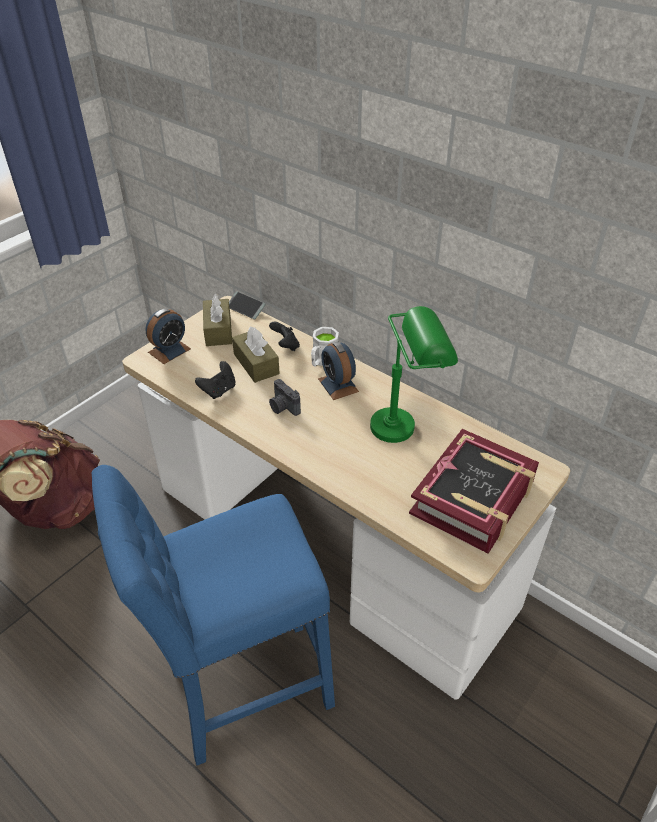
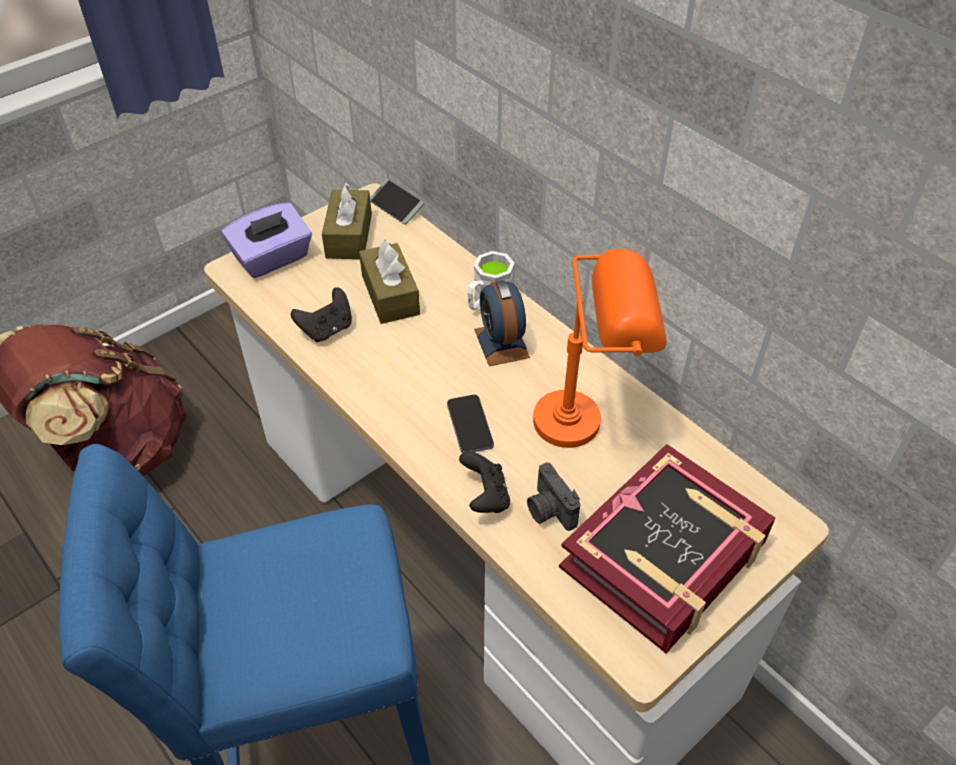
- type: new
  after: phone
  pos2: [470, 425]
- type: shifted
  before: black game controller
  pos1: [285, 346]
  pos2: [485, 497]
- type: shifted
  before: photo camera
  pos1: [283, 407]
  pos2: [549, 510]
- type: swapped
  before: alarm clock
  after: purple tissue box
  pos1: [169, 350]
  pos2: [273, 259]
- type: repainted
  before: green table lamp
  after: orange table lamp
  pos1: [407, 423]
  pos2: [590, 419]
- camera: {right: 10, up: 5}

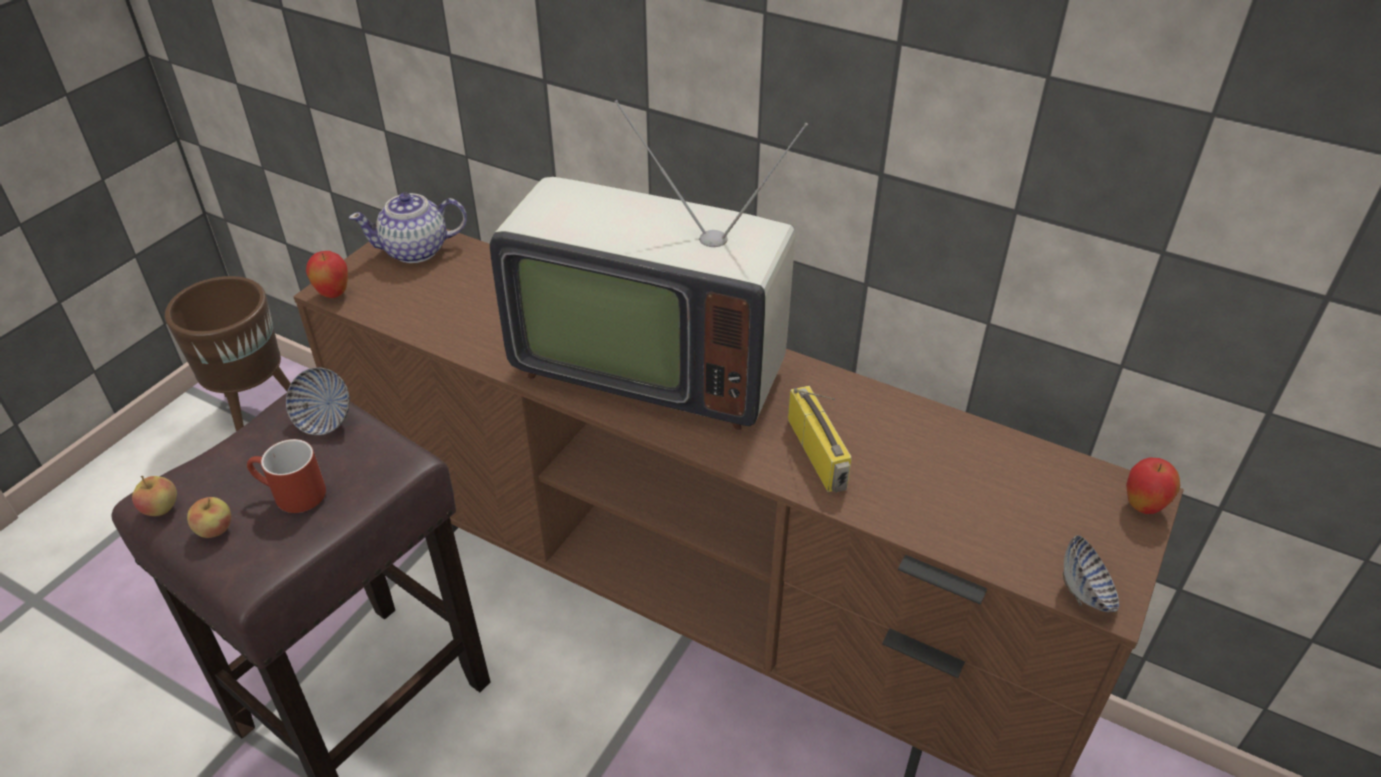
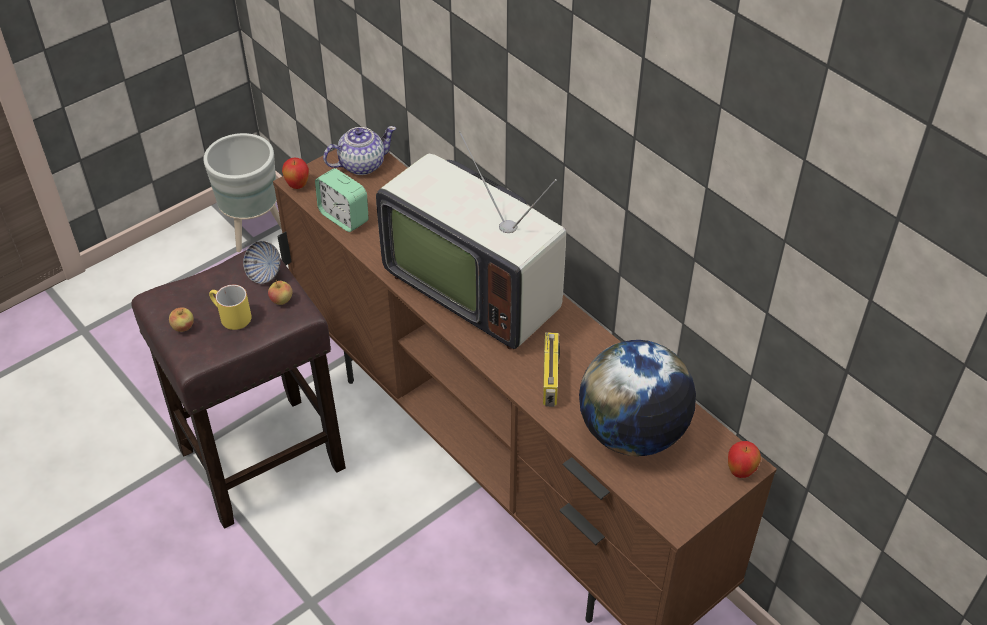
- type: gone
  before: bowl
  pos1: [1085, 593]
- type: new
  after: alarm clock
  pos2: [344, 217]
- type: new
  after: globe
  pos2: [632, 433]
- type: shifted
  before: apple
  pos1: [161, 509]
  pos2: [281, 300]
- type: repainted
  before: brown planter
  after: grey planter
  pos1: [254, 410]
  pos2: [252, 232]
- type: repainted
  before: red mug
  after: yellow mug
  pos1: [290, 495]
  pos2: [230, 317]
- type: rotated
  before: teapot
  pos1: [416, 250]
  pos2: [361, 165]
  turn: 150
- camera: {right: 20, up: 5}

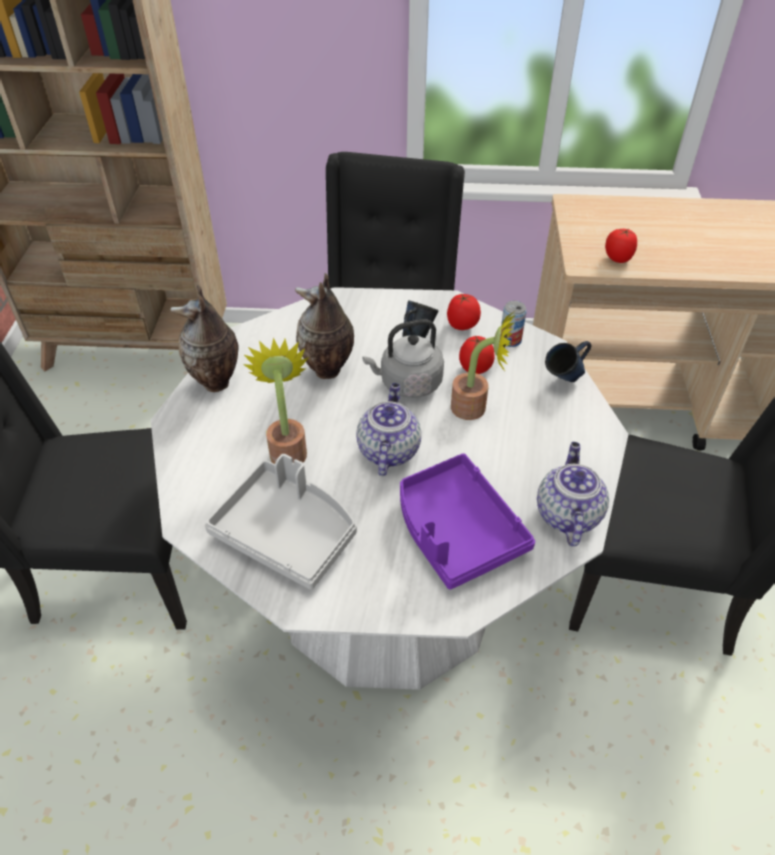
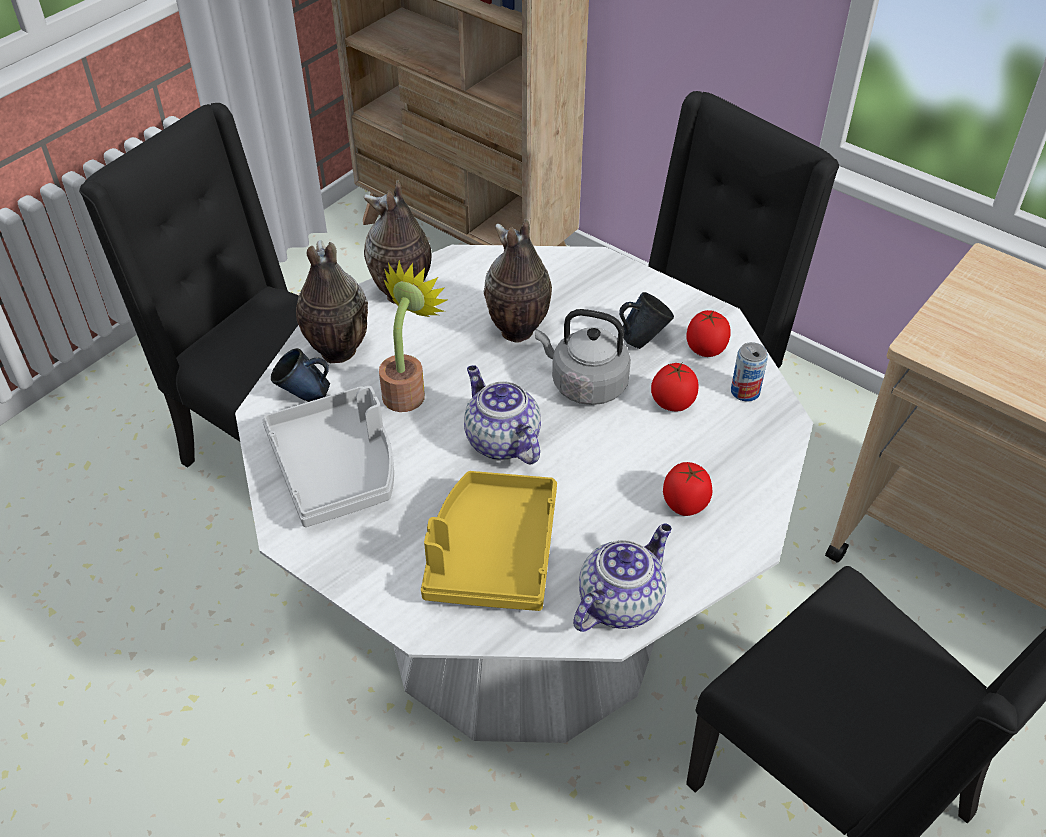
- type: gone
  before: potted plant
  pos1: [475, 408]
- type: new
  after: vase
  pos2: [337, 353]
- type: shifted
  before: blue mug
  pos1: [564, 381]
  pos2: [305, 398]
- type: shifted
  before: tomato
  pos1: [617, 258]
  pos2: [685, 504]
- type: repainted
  before: purple tray
  after: yellow tray
  pos1: [456, 531]
  pos2: [491, 553]
- type: rotated
  before: teapot
  pos1: [388, 450]
  pos2: [500, 441]
  turn: -75
- camera: {right: 35, up: 0}

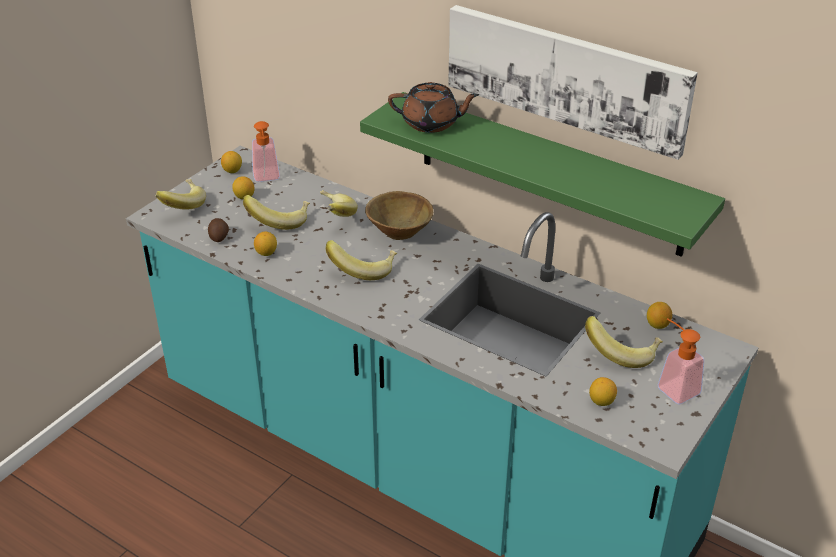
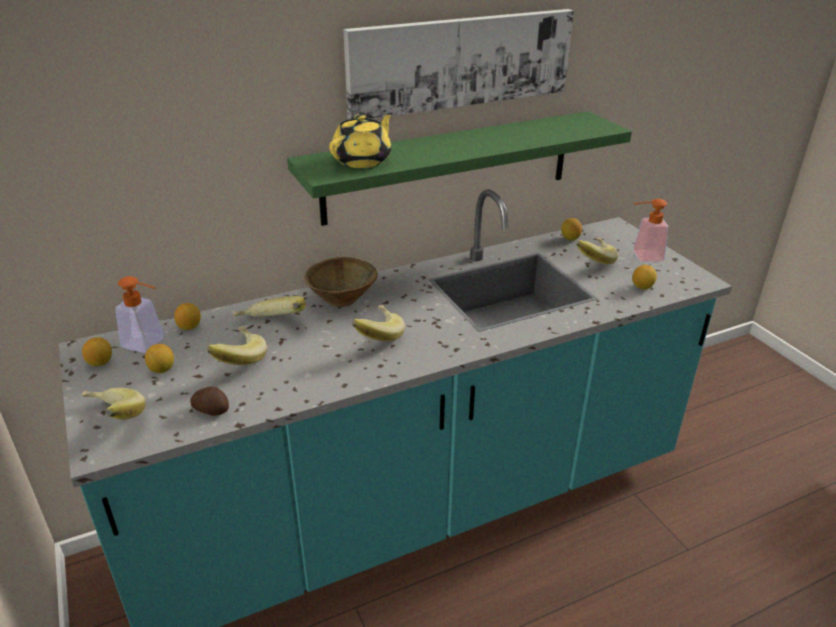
- type: shifted
  before: lemon
  pos1: [266, 253]
  pos2: [189, 327]
- type: repainted
  before: brown teapot
  after: yellow teapot
  pos1: [431, 123]
  pos2: [363, 160]
- camera: {right: -60, up: -5}

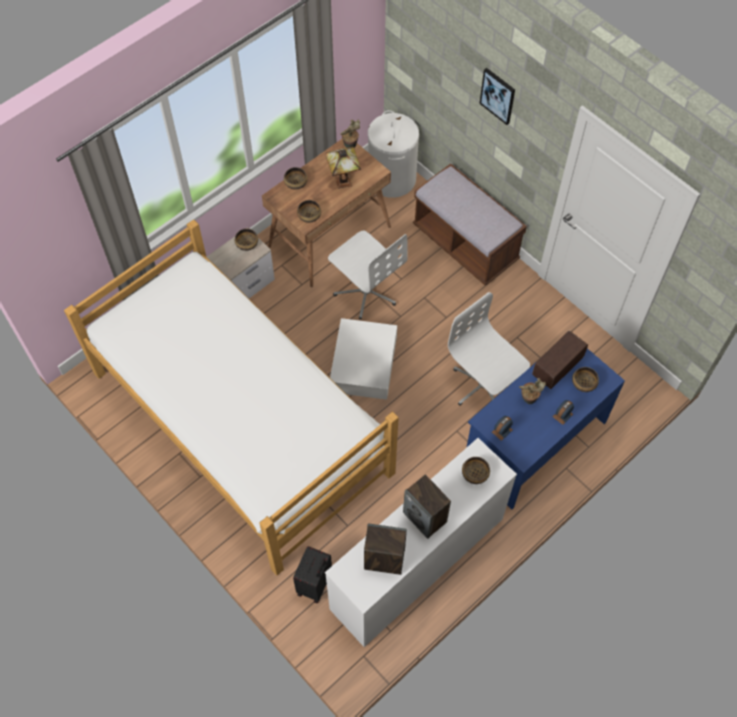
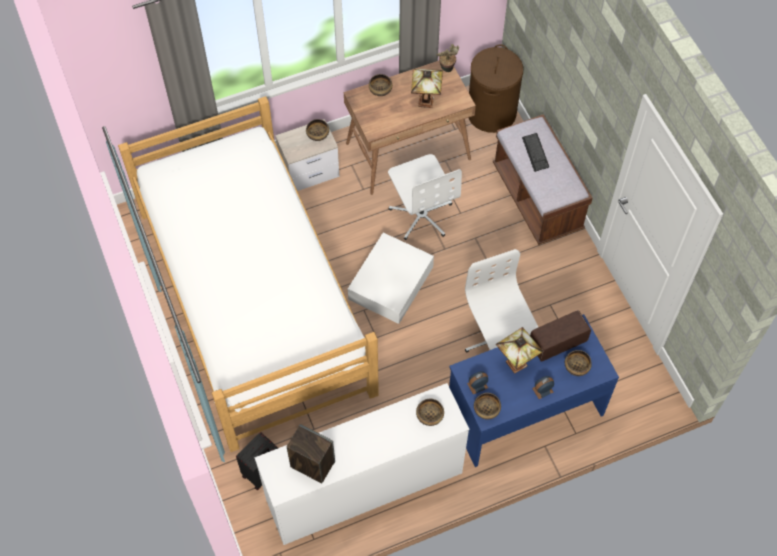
- type: gone
  before: speaker
  pos1: [425, 517]
- type: gone
  before: picture
  pos1: [498, 95]
- type: new
  after: keyboard
  pos2: [535, 153]
- type: shifted
  before: bowl
  pos1: [309, 215]
  pos2: [487, 409]
- type: swapped
  before: potted plant
  after: table lamp
  pos1: [528, 400]
  pos2: [515, 365]
- type: repainted
  before: white laundry basket
  after: brown laundry basket
  pos1: [391, 179]
  pos2: [491, 113]
- camera: {right: 20, up: 0}

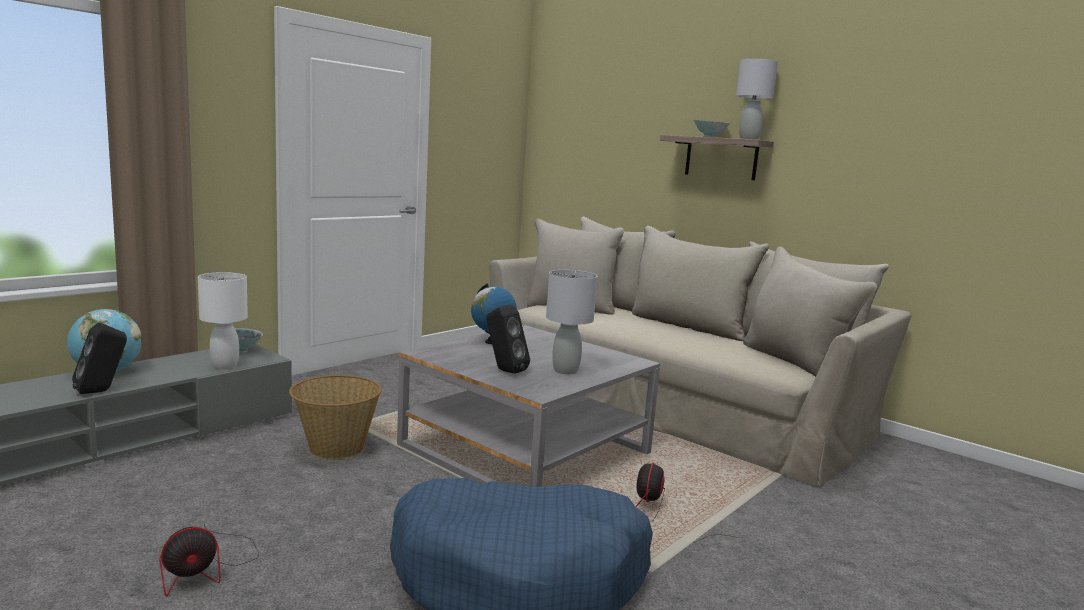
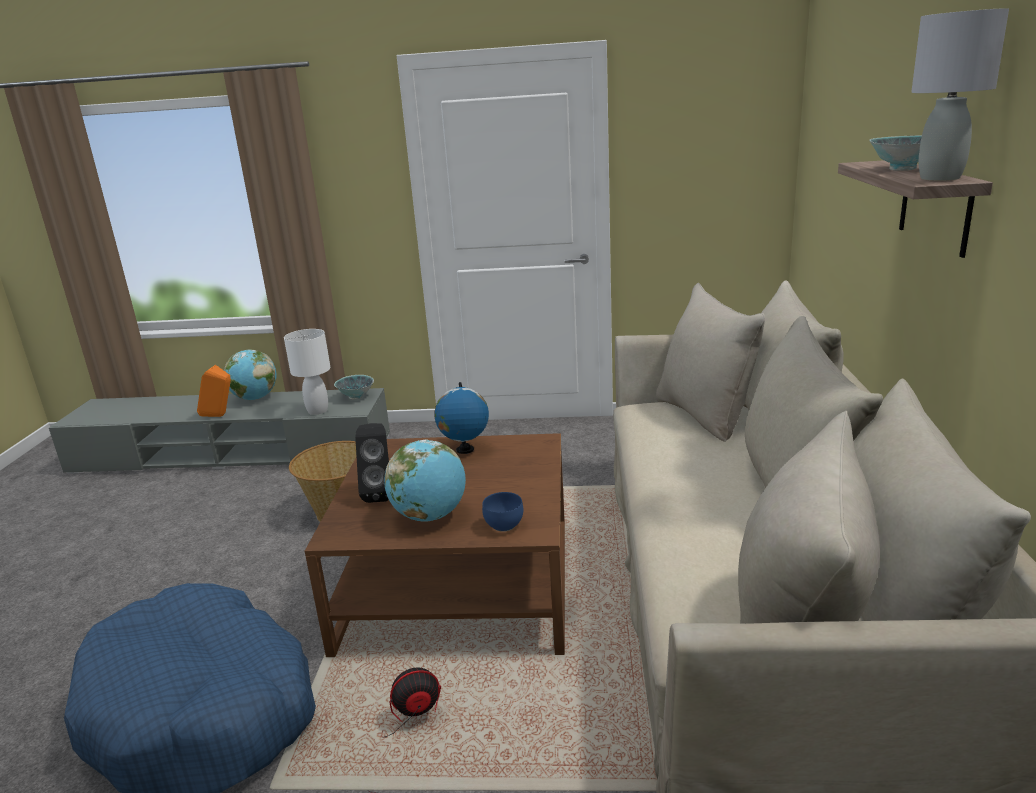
- type: gone
  before: fan
  pos1: [207, 568]
- type: new
  after: blue bowl
  pos2: [503, 526]
- type: swapped
  before: grey table lamp
  after: globe
  pos1: [566, 370]
  pos2: [430, 516]
- type: repainted
  before: black speaker
  after: orange speaker
  pos1: [102, 391]
  pos2: [220, 416]
- type: repainted
  before: grey coffee table
  after: brown coffee table
  pos1: [525, 449]
  pos2: [459, 583]
- camera: {right: 55, up: 10}

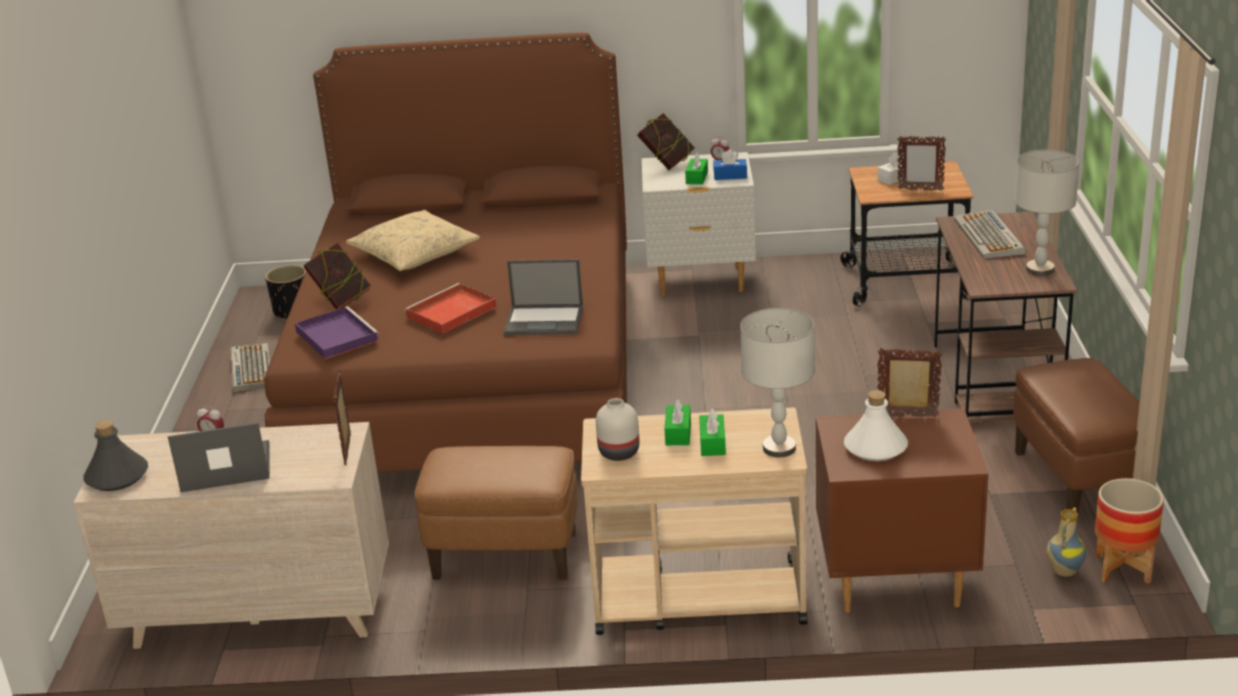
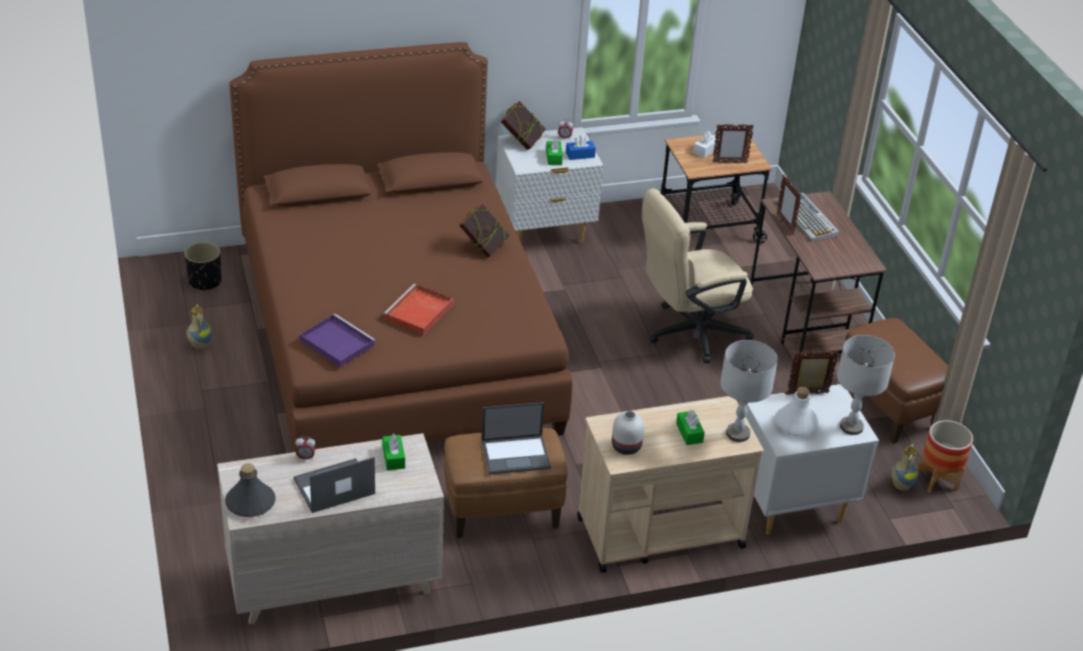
- type: gone
  before: beige pillow
  pos1: [414, 253]
- type: new
  after: beige office chair
  pos2: [688, 333]
- type: shifted
  before: book
  pos1: [341, 301]
  pos2: [483, 248]
- type: shifted
  before: picture frame
  pos1: [348, 450]
  pos2: [785, 224]
- type: shifted
  before: laptop
  pos1: [545, 320]
  pos2: [516, 454]
- type: shifted
  before: green tissue box
  pos1: [678, 433]
  pos2: [393, 458]
- type: shifted
  before: grey table lamp
  pos1: [1039, 269]
  pos2: [851, 427]
- type: swapped
  before: keyboard
  after: vase
  pos1: [250, 368]
  pos2: [199, 345]
- type: repainted
  before: brown nightstand
  after: white nightstand
  pos1: [895, 583]
  pos2: [792, 506]
- camera: {right: -20, up: 10}

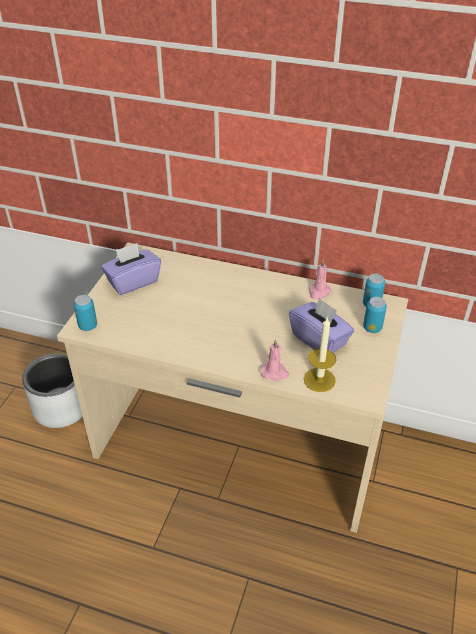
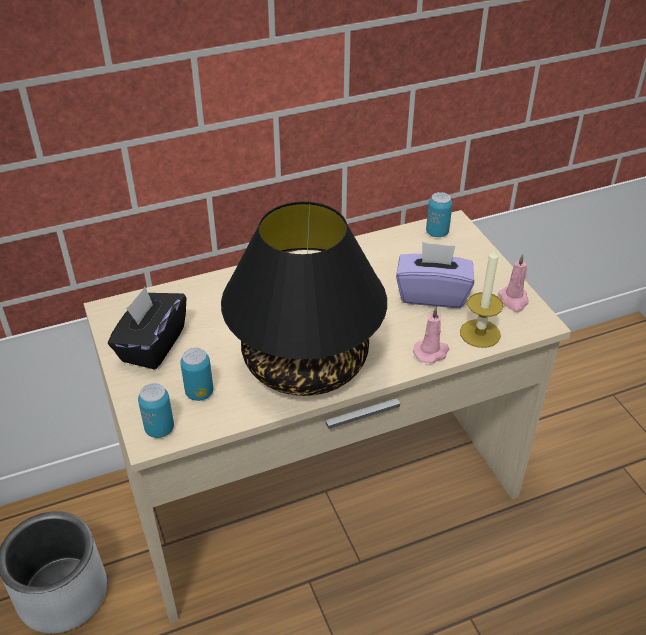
- type: new
  after: black table lamp
  pos2: [305, 364]
- type: shifted
  before: pink candle
  pos1: [319, 292]
  pos2: [513, 300]
- type: shifted
  before: can
  pos1: [372, 328]
  pos2: [199, 392]
- type: repainted
  before: purple tissue box
  after: black tissue box
  pos1: [133, 281]
  pos2: [152, 345]
- camera: {right: -40, up: 0}

